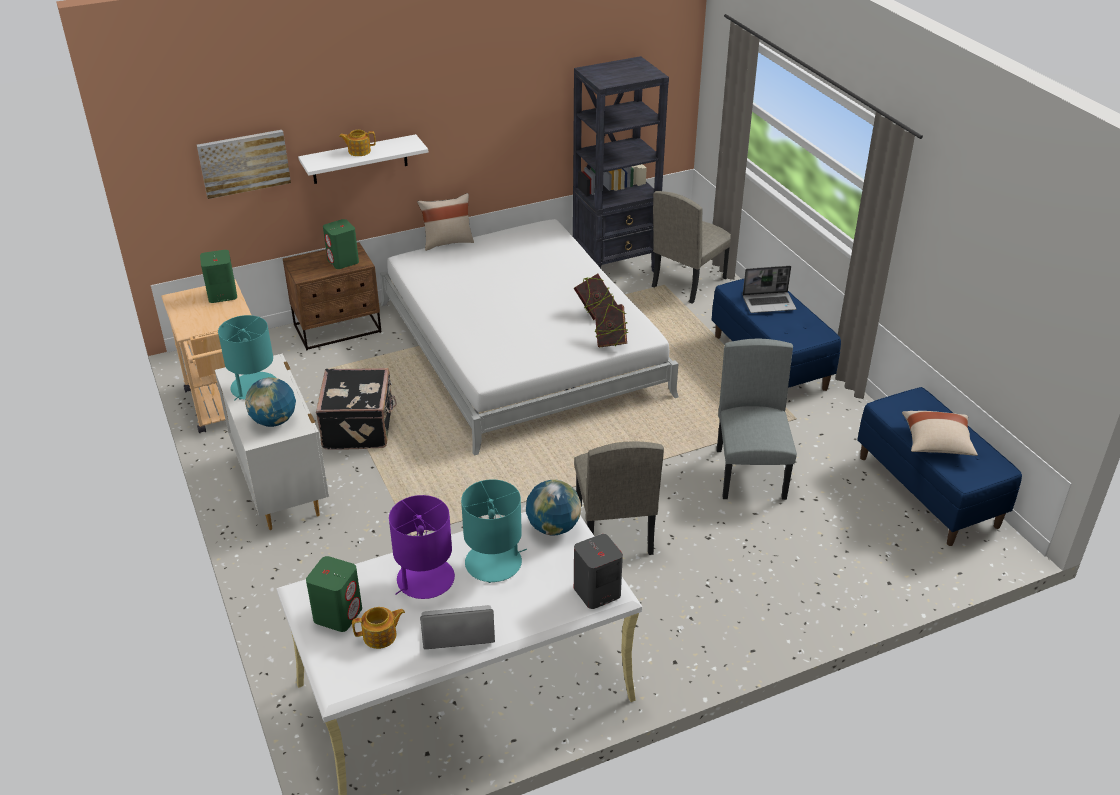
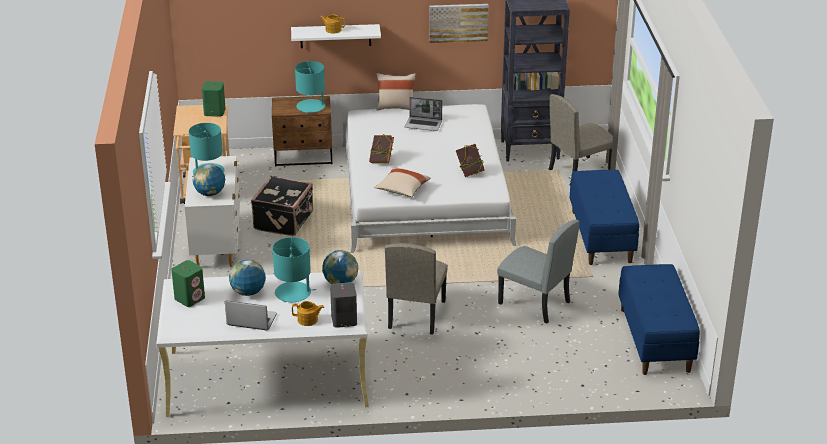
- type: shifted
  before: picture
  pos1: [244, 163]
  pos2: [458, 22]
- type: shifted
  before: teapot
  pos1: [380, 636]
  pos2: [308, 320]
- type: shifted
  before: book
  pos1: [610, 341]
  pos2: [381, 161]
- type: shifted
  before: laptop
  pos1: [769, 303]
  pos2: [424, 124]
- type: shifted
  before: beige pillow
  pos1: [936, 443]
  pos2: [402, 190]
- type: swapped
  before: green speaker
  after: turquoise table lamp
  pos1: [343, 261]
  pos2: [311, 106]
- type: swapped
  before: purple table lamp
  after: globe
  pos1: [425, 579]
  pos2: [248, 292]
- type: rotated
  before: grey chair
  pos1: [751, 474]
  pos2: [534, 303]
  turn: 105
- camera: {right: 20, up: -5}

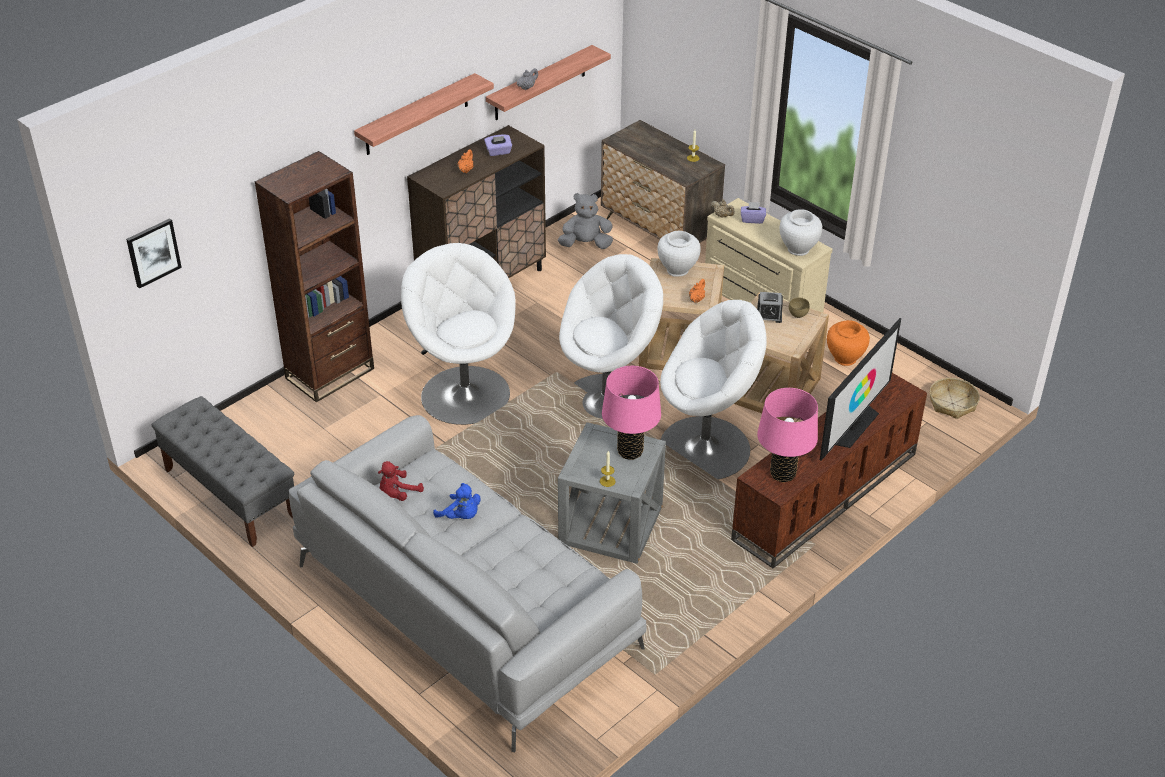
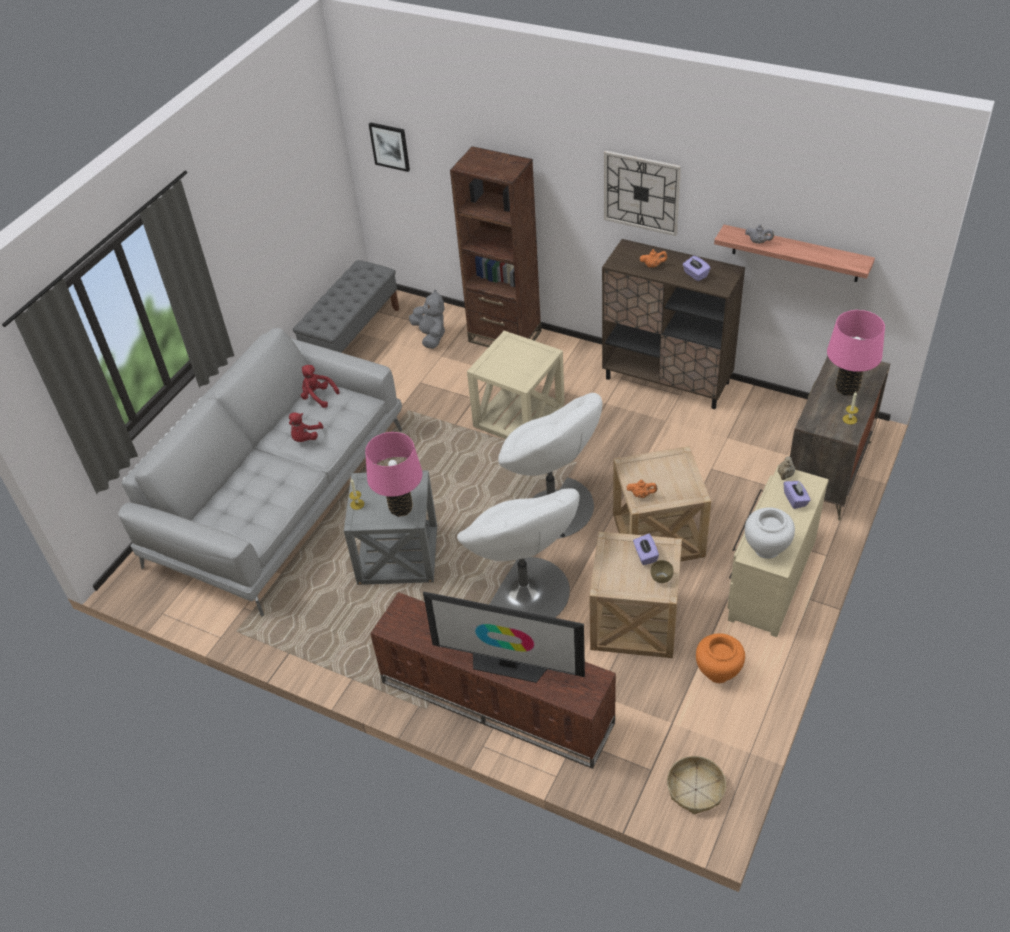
- type: gone
  before: white vase
  pos1: [677, 270]
- type: shifted
  before: grey plush toy
  pos1: [586, 244]
  pos2: [431, 336]
- type: shifted
  before: pink table lamp
  pos1: [782, 474]
  pos2: [847, 388]
- type: swapped
  before: shelf
  after: wall clock
  pos1: [417, 115]
  pos2: [641, 192]
- type: swapped
  before: white armchair
  after: beige side table
  pos1: [465, 393]
  pos2: [519, 416]
- type: swapped
  before: alarm clock
  after: purple tissue box
  pos1: [768, 316]
  pos2: [645, 555]
- type: repainted
  before: blue plush toy
  after: red plush toy
  pos1: [461, 516]
  pos2: [305, 438]
- camera: {right: 75, up: 5}

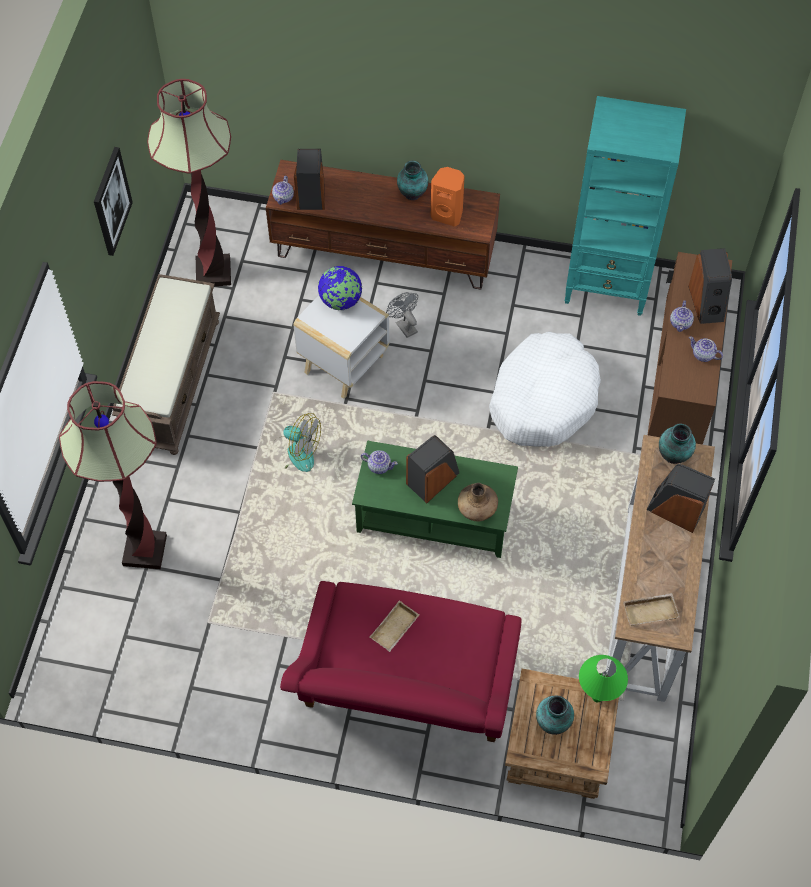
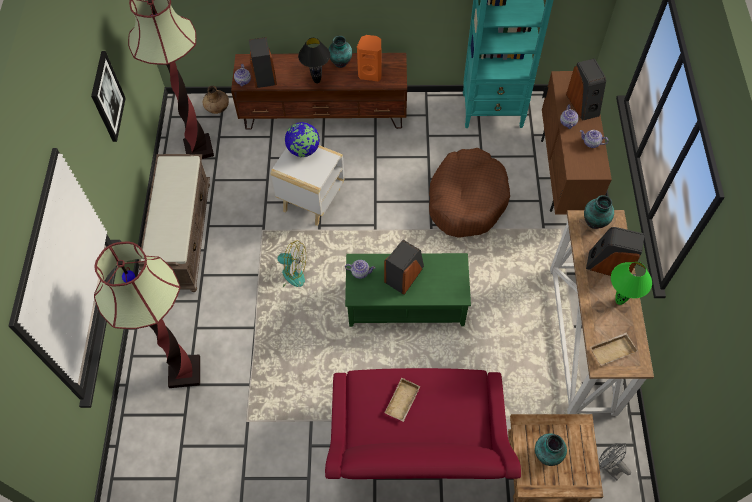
- type: new
  after: black table lamp
  pos2: [316, 81]
- type: shifted
  before: grey fan
  pos1: [404, 325]
  pos2: [609, 467]
- type: shifted
  before: brown vase
  pos1: [477, 509]
  pos2: [217, 108]
- type: shifted
  before: green table lamp
  pos1: [597, 697]
  pos2: [619, 301]
- type: repainted
  before: white dog bed
  after: brown dog bed
  pos1: [543, 398]
  pos2: [466, 199]
- camera: {right: -10, up: 0}

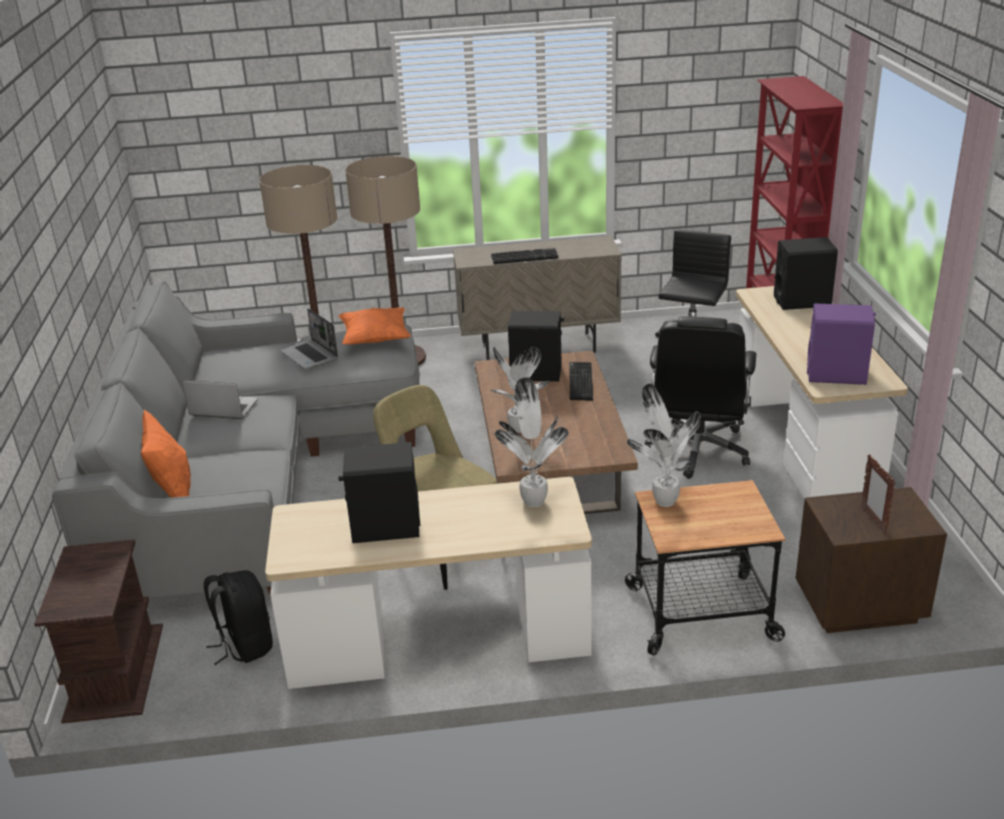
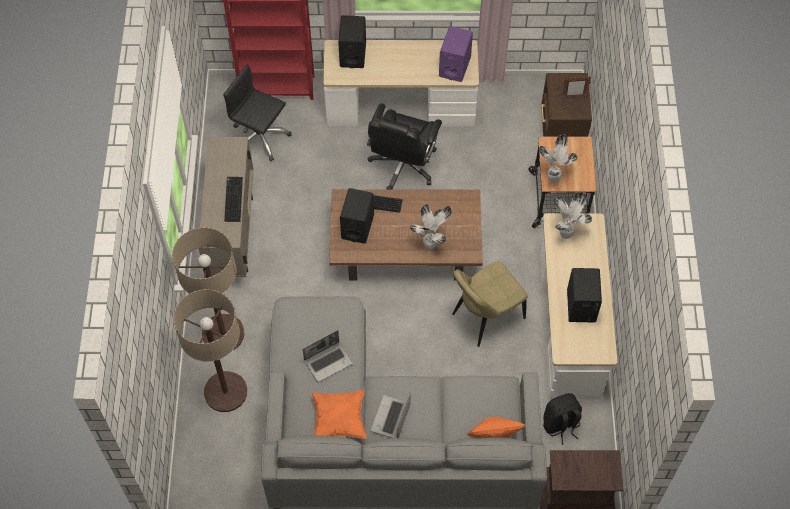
- type: shifted
  before: orange pillow
  pos1: [375, 340]
  pos2: [339, 420]
- type: rotated
  before: black office chair
  pos1: [697, 451]
  pos2: [403, 166]
  turn: 90
- camera: {right: -85, up: 30}

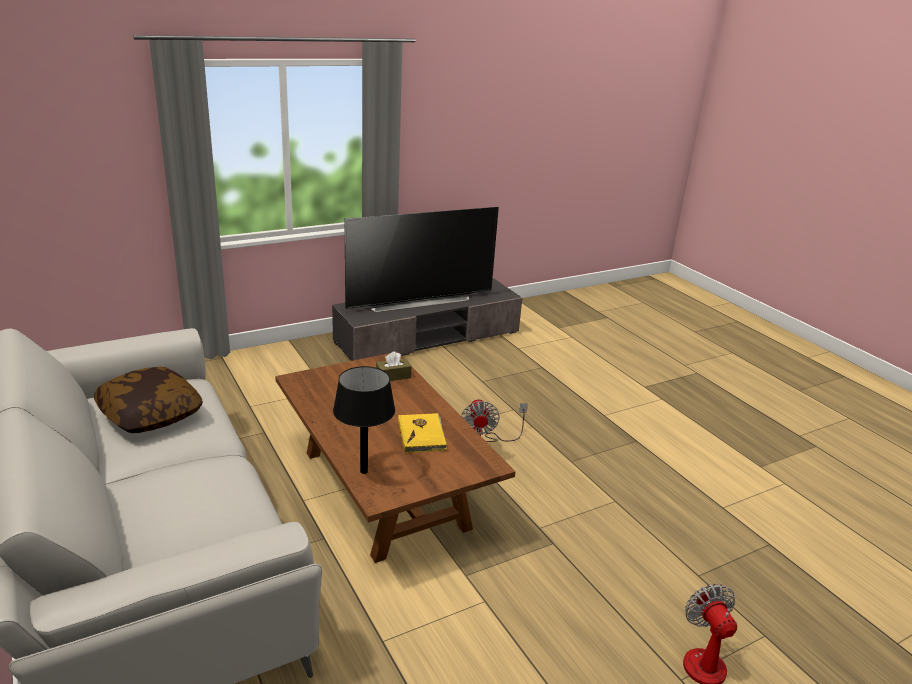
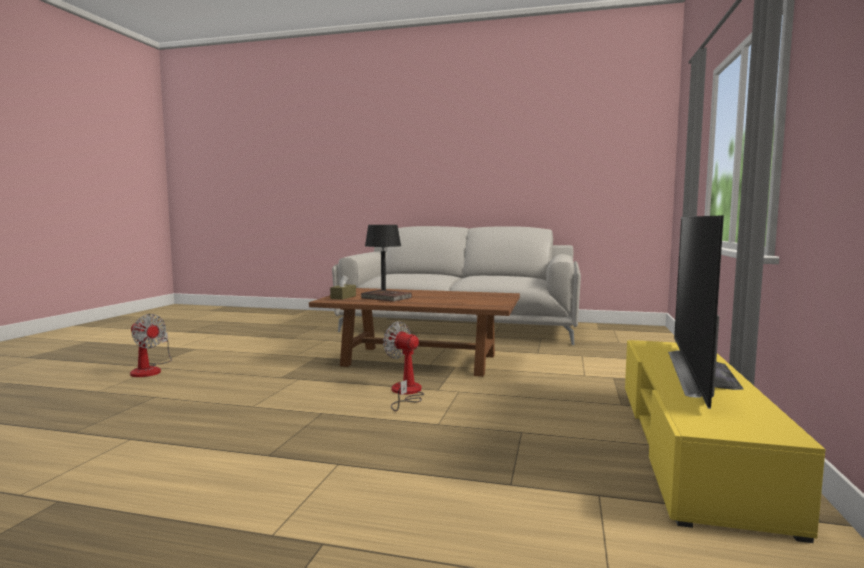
- type: gone
  before: pillow
  pos1: [150, 414]
- type: shifted
  before: brown tissue box
  pos1: [393, 376]
  pos2: [343, 297]
- type: repainted
  before: grey tv stand
  after: yellow tv stand
  pos1: [428, 337]
  pos2: [691, 445]
- type: repainted
  before: yellow book
  after: brown book
  pos1: [422, 435]
  pos2: [386, 298]
- camera: {right: 135, up: -20}

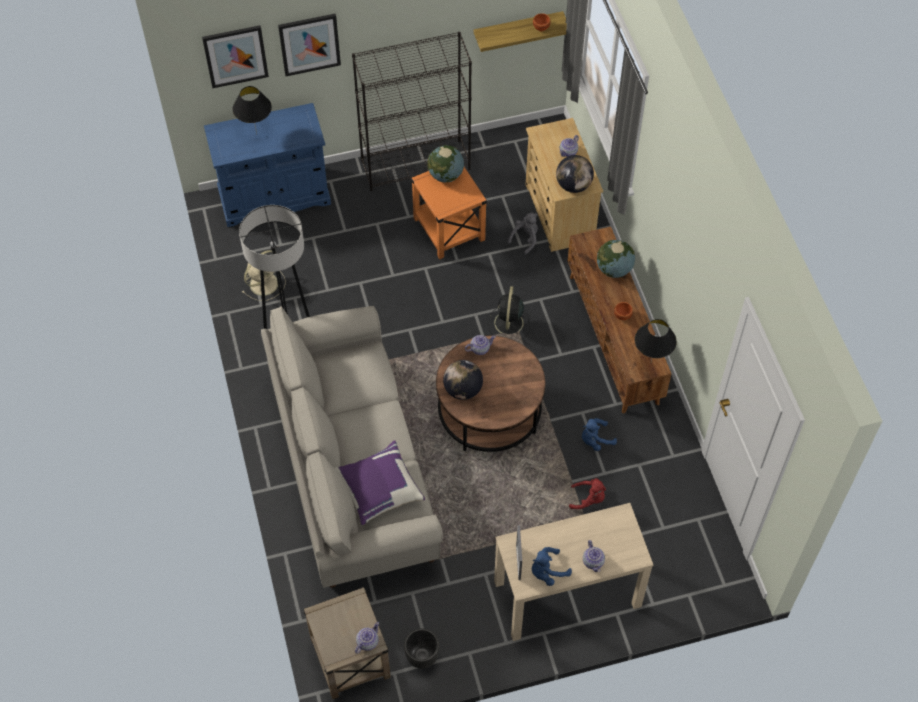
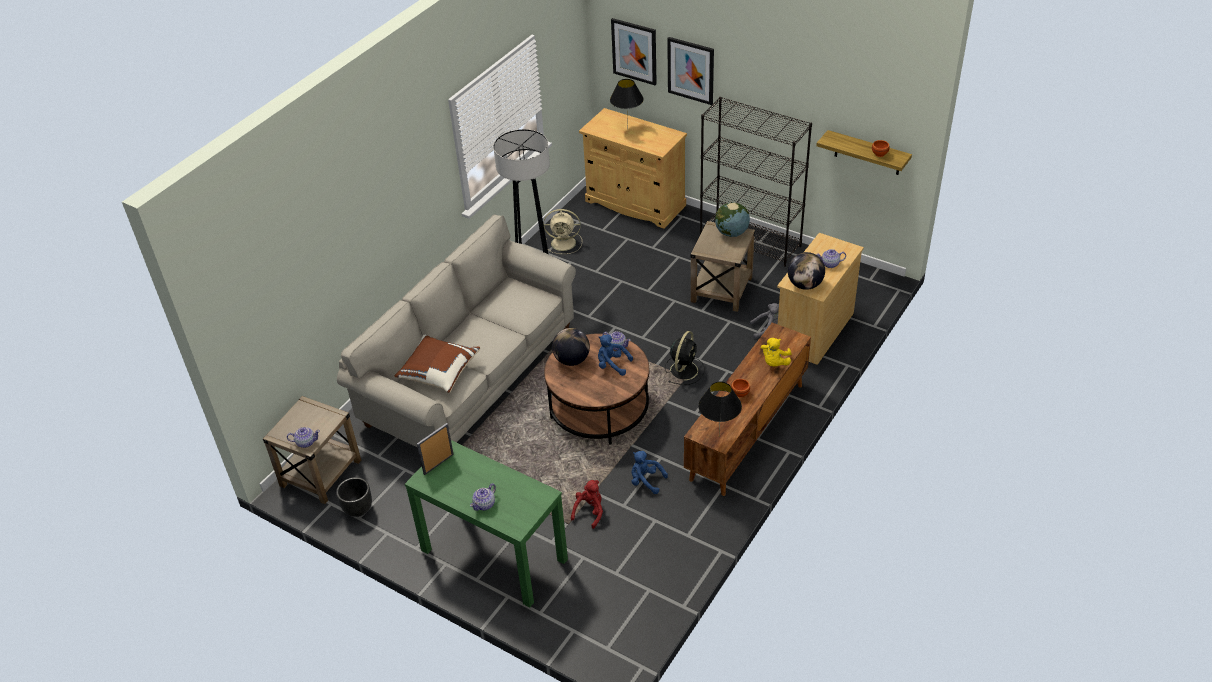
- type: shifted
  before: blue plush toy
  pos1: [547, 572]
  pos2: [612, 365]
- type: swapped
  before: globe
  after: yellow plush toy
  pos1: [614, 269]
  pos2: [774, 363]
- type: repainted
  before: blue cabinet
  after: beige cabinet
  pos1: [274, 197]
  pos2: [635, 203]
- type: repainted
  before: purple pillow
  after: brown pillow
  pos1: [379, 490]
  pos2: [438, 372]
- type: repainted
  before: orange side table
  after: beige side table
  pos1: [448, 229]
  pos2: [721, 290]
- type: repainted
  before: beige console table
  after: green console table
  pos1: [566, 594]
  pos2: [493, 555]
- type: rotated
  before: black fan
  pos1: [508, 324]
  pos2: [684, 369]
  turn: 150
- type: rotated
  before: red plush toy
  pos1: [588, 499]
  pos2: [590, 511]
  turn: -120
- camera: {right: 50, up: -15}

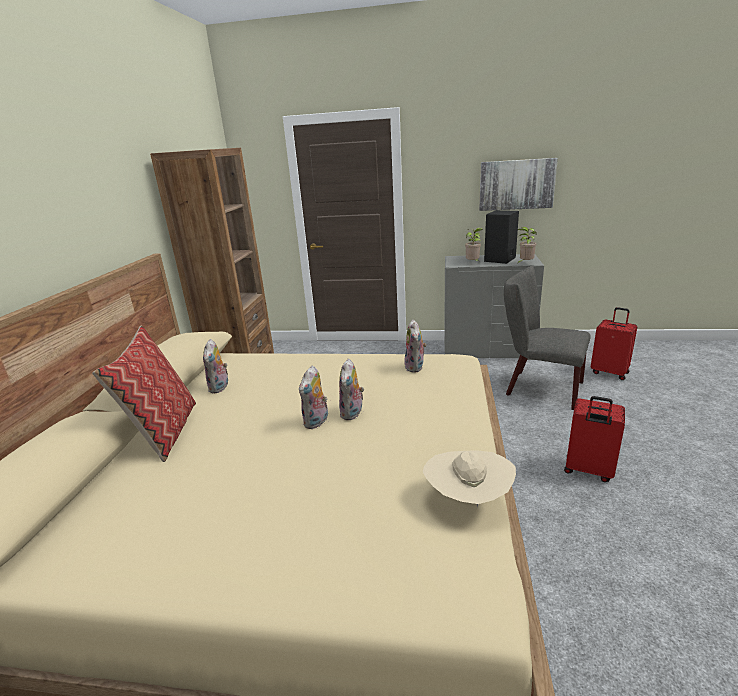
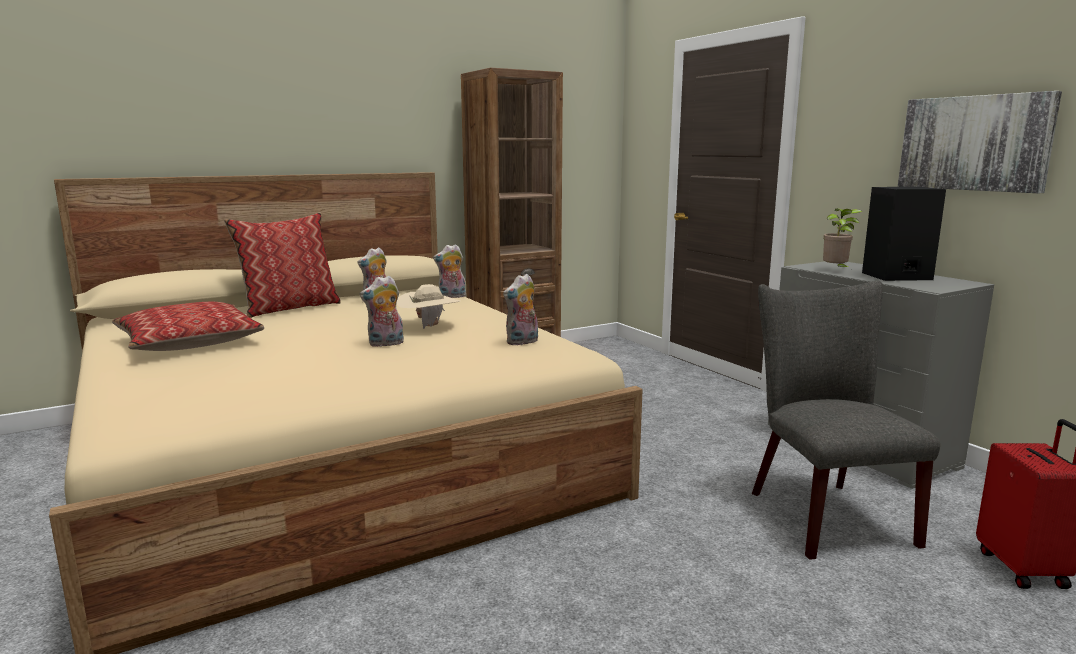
- type: gone
  before: potted plant
  pos1: [525, 263]
- type: gone
  before: red suitcase
  pos1: [588, 470]
- type: new
  after: pillow
  pos2: [189, 342]
- type: shifted
  before: plush toy
  pos1: [317, 422]
  pos2: [451, 297]
- type: shifted
  before: beige hat
  pos1: [468, 499]
  pos2: [429, 326]
- camera: {right: 50, up: -10}

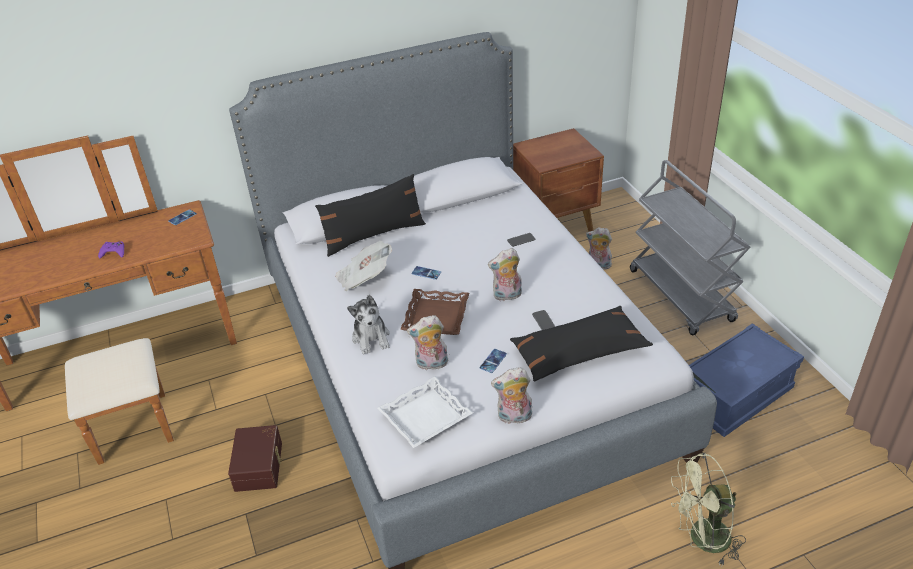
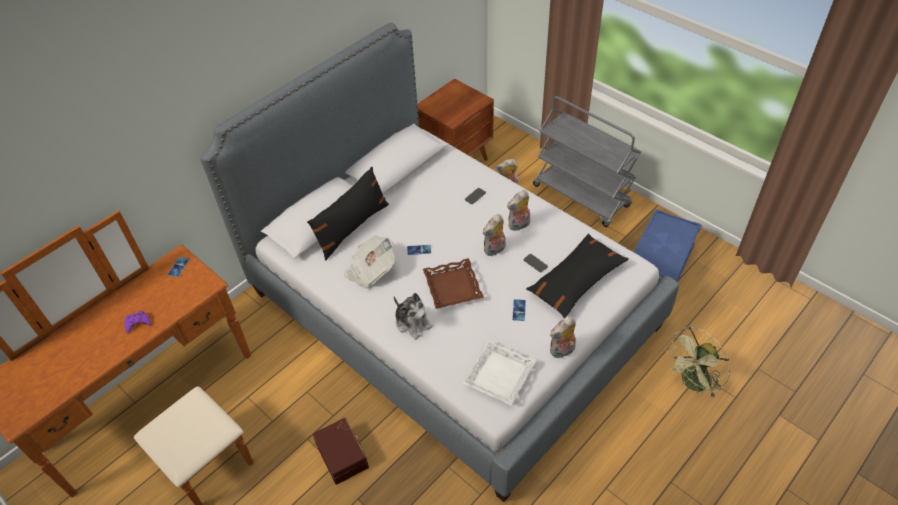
- type: shifted
  before: plush toy
  pos1: [431, 364]
  pos2: [519, 226]
- camera: {right: -25, up: 10}

